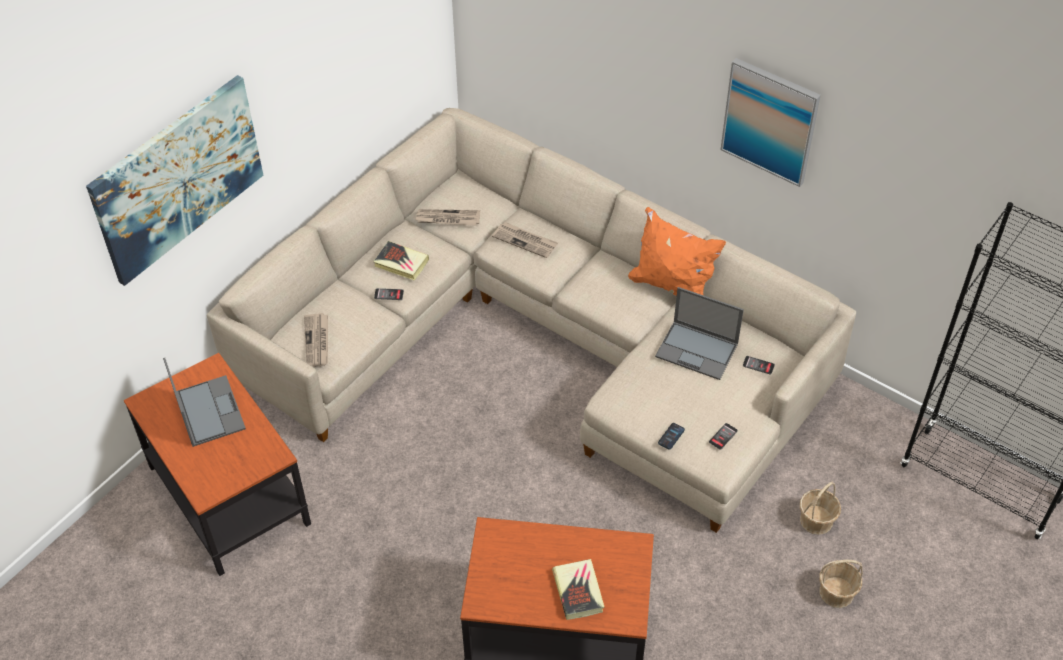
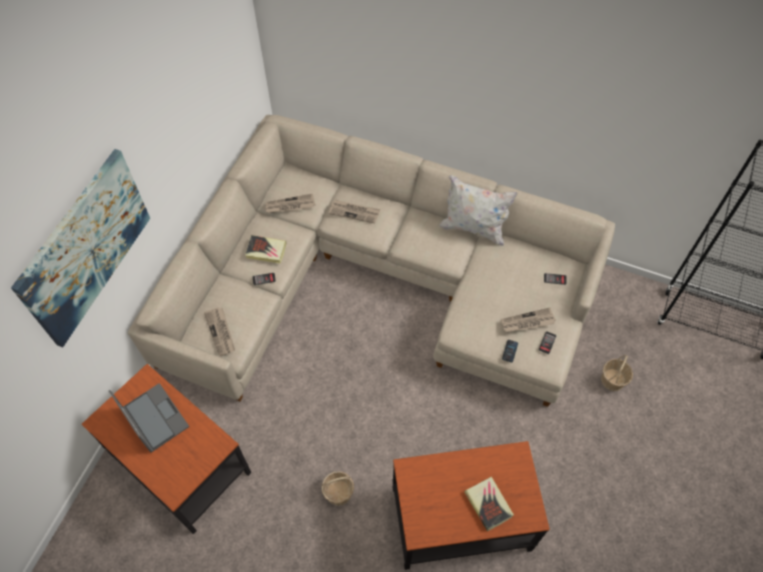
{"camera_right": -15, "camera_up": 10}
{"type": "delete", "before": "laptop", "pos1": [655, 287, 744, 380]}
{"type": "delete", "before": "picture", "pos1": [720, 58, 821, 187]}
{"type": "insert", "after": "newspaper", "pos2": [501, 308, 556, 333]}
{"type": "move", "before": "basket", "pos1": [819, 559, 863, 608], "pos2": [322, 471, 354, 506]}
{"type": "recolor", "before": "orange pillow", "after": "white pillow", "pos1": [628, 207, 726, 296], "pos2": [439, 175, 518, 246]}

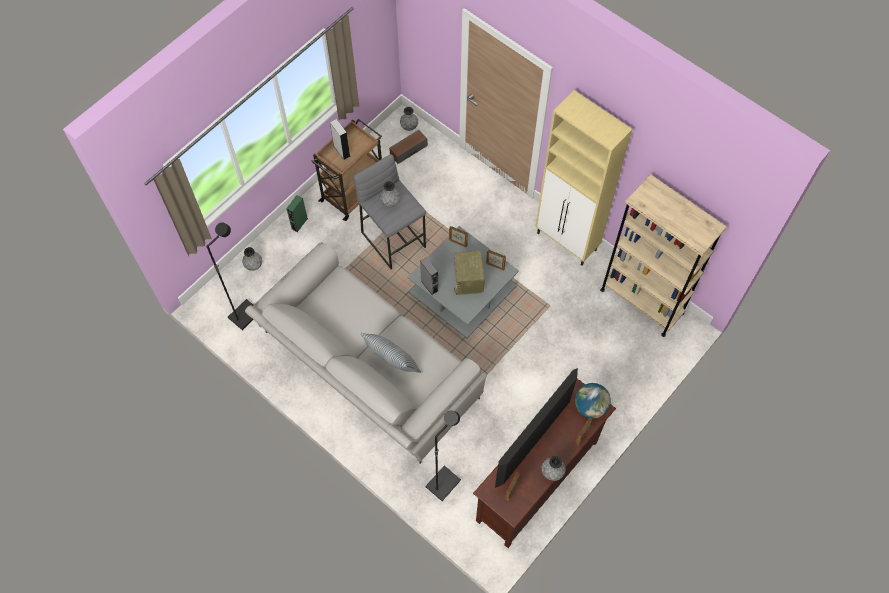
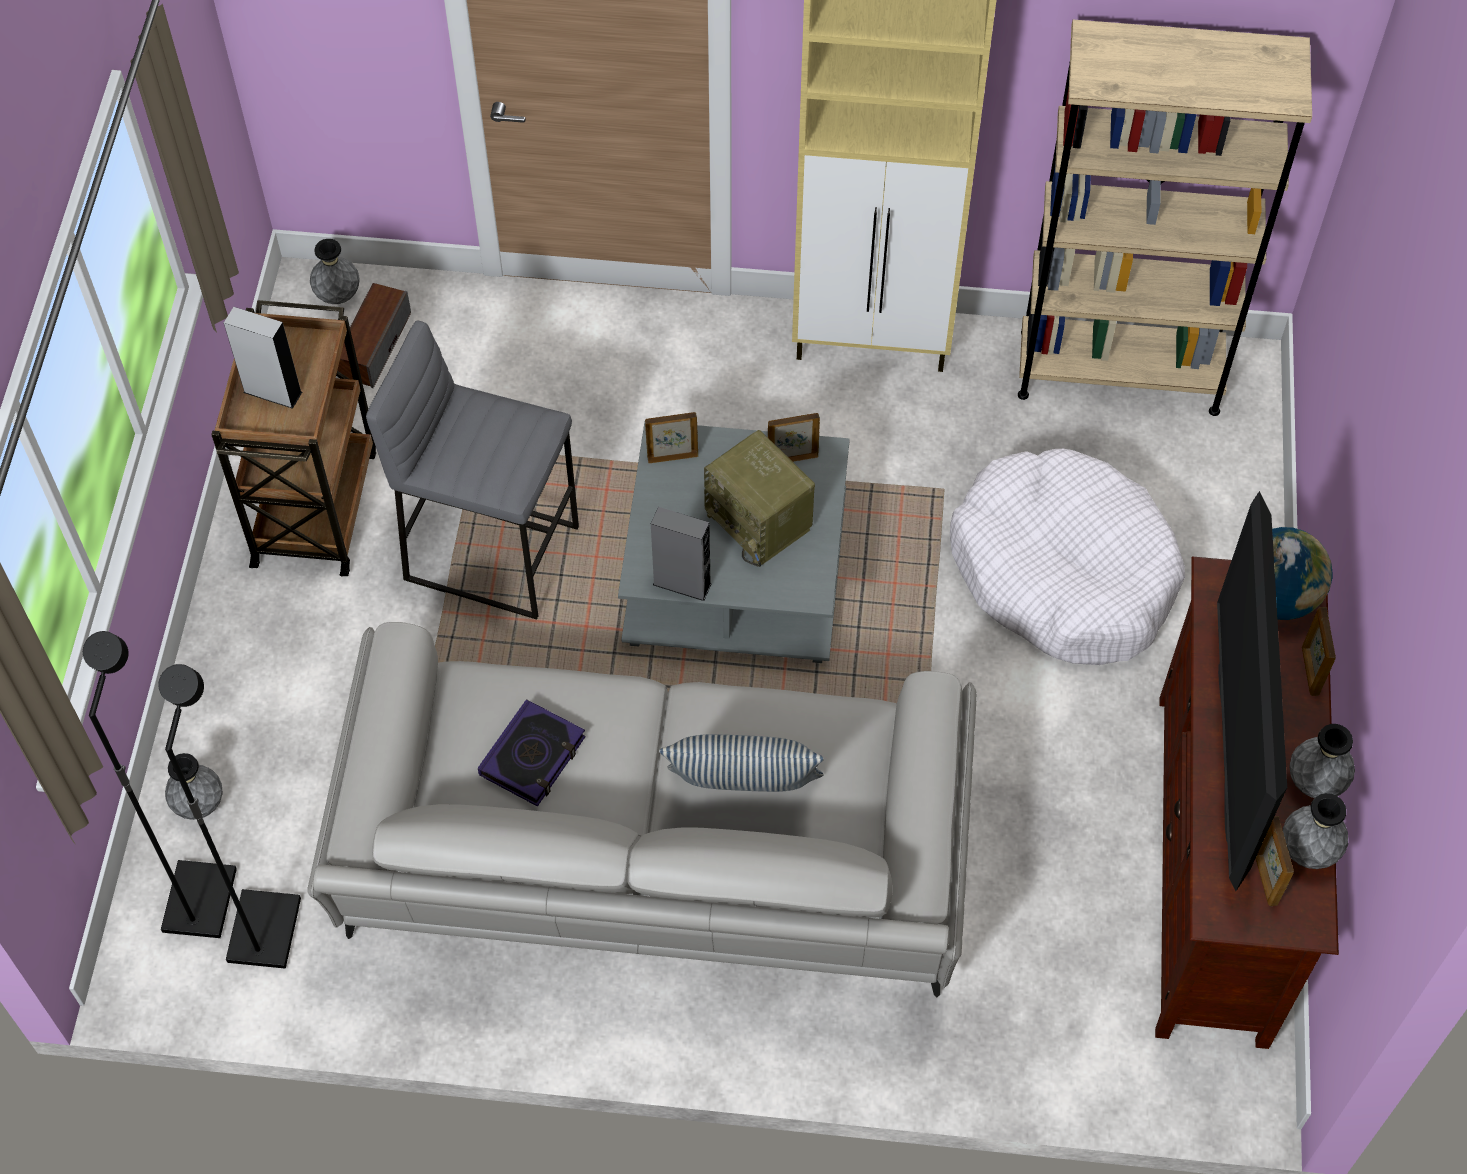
{"camera_right": -35, "camera_up": -5}
{"type": "delete", "before": "green speaker", "pos1": [286, 195, 308, 232]}
{"type": "insert", "after": "book", "pos2": [478, 699, 586, 807]}
{"type": "insert", "after": "white dog bed", "pos2": [950, 449, 1185, 665]}
{"type": "move", "before": "grey vase", "pos1": [380, 181, 400, 207], "pos2": [1282, 793, 1348, 869]}
{"type": "move", "before": "black floor lamp", "pos1": [425, 411, 461, 501], "pos2": [83, 631, 237, 938]}

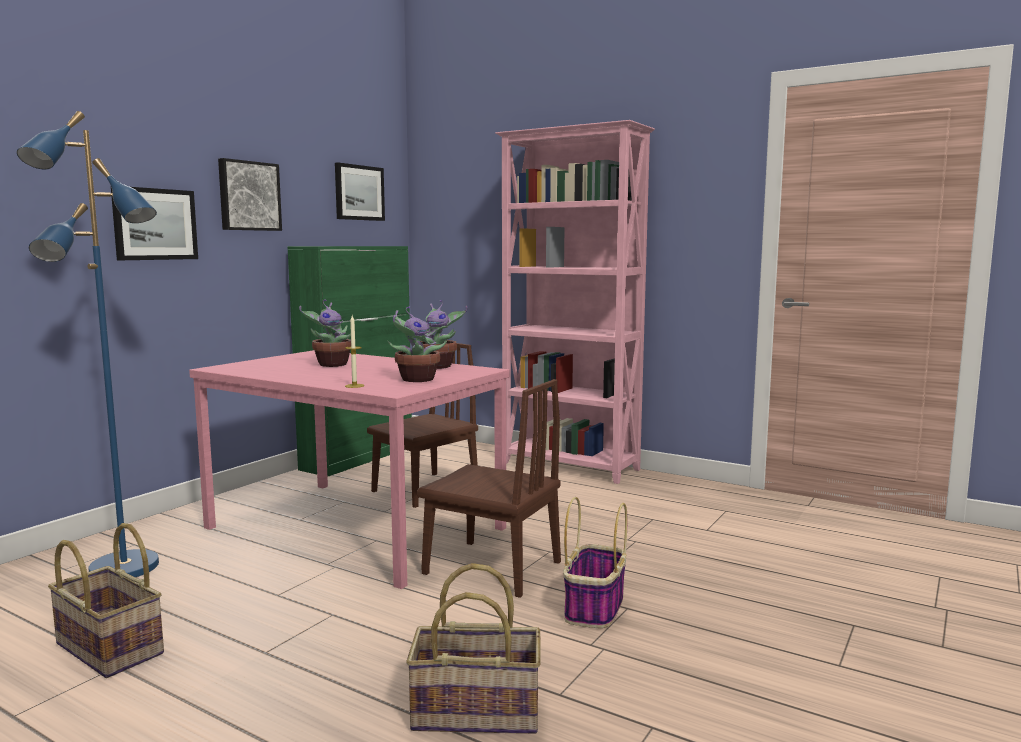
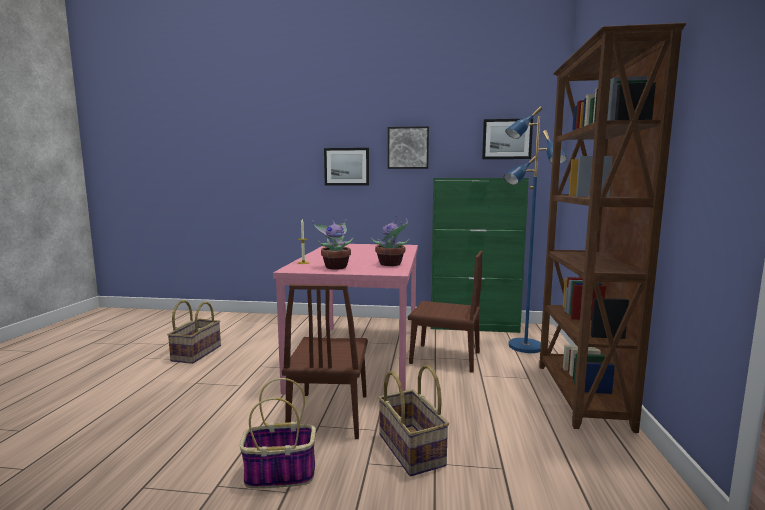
{"camera_right": 65, "camera_up": 0}
{"type": "delete", "before": "potted plant", "pos1": [299, 299, 351, 367]}
{"type": "move", "before": "blue floor lamp", "pos1": [17, 111, 159, 577], "pos2": [504, 106, 567, 353]}
{"type": "move", "before": "basket", "pos1": [406, 563, 541, 734], "pos2": [378, 365, 449, 476]}
{"type": "recolor", "before": "pink bookcase", "after": "brown bookcase", "pos1": [496, 120, 655, 484], "pos2": [539, 23, 686, 433]}

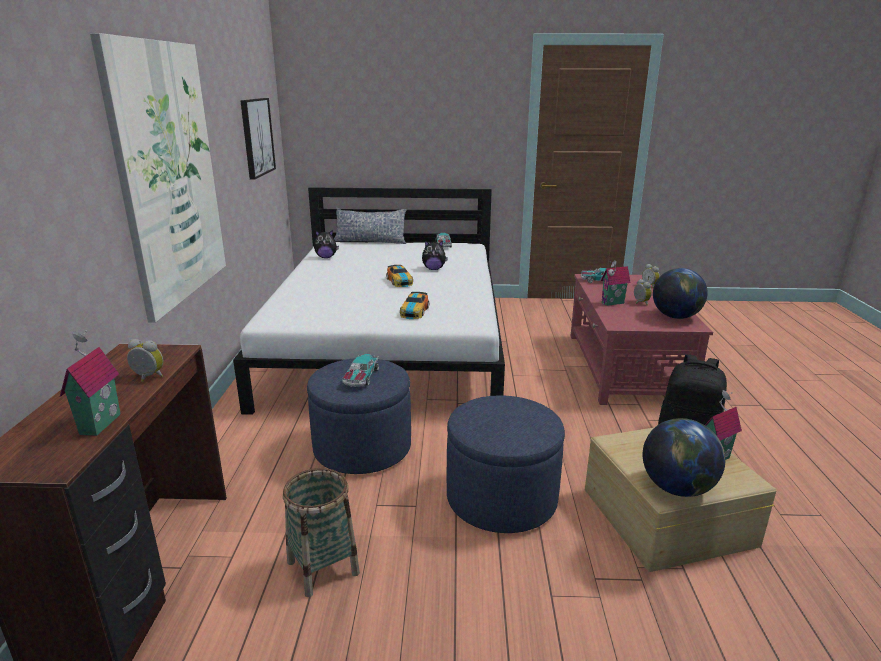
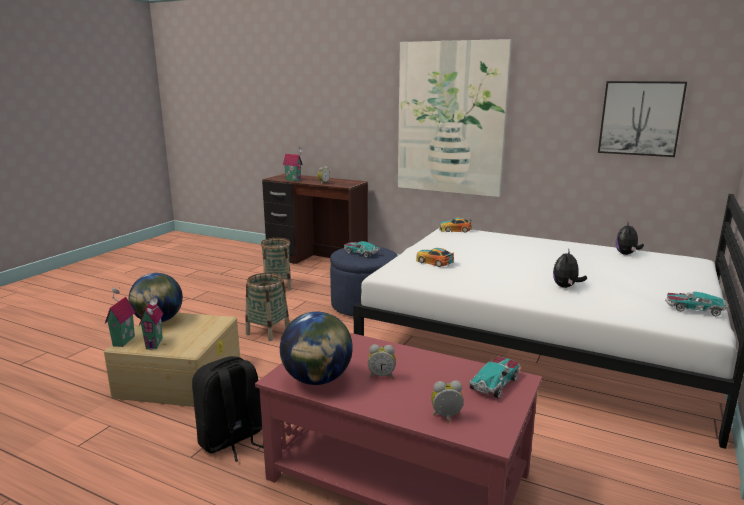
{"camera_right": 115, "camera_up": -5}
{"type": "delete", "before": "pillow", "pos1": [334, 208, 406, 244]}
{"type": "move", "before": "toy car", "pos1": [386, 265, 413, 287], "pos2": [439, 218, 472, 233]}
{"type": "move", "before": "toy house", "pos1": [601, 260, 630, 306], "pos2": [105, 287, 136, 347]}
{"type": "replace", "before": "blue ottoman", "after": "basket", "pos1": [447, 395, 565, 533], "pos2": [245, 273, 289, 341]}

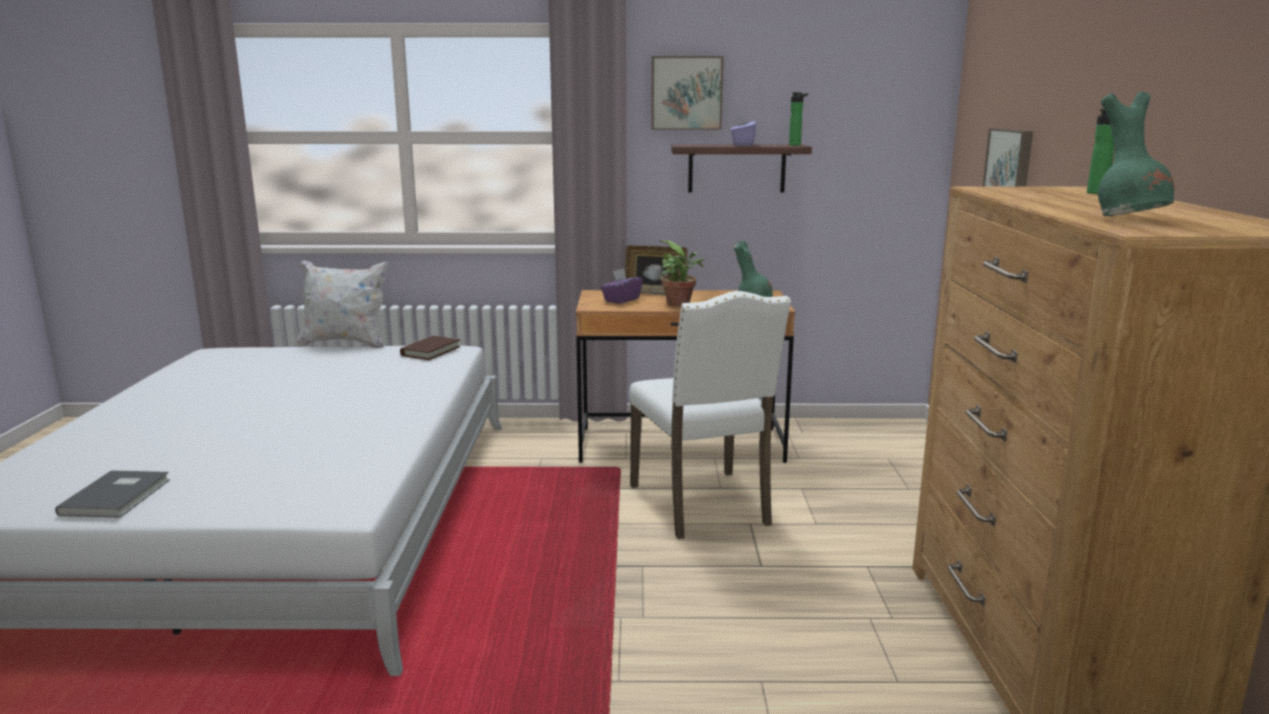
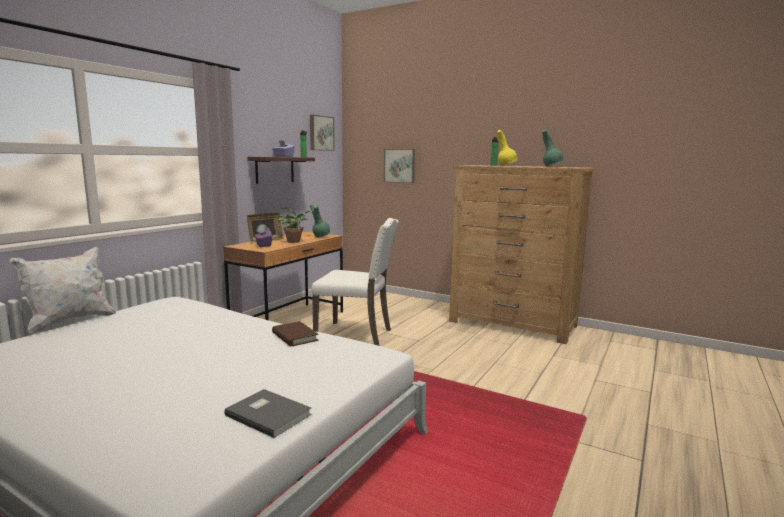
{"camera_right": -60, "camera_up": -5}
{"type": "insert", "after": "yellow vase", "pos2": [497, 130, 517, 166]}
{"type": "move", "before": "brown book", "pos1": [400, 336, 460, 360], "pos2": [272, 321, 318, 347]}
{"type": "move", "before": "picture", "pos1": [651, 56, 724, 130], "pos2": [310, 115, 335, 151]}

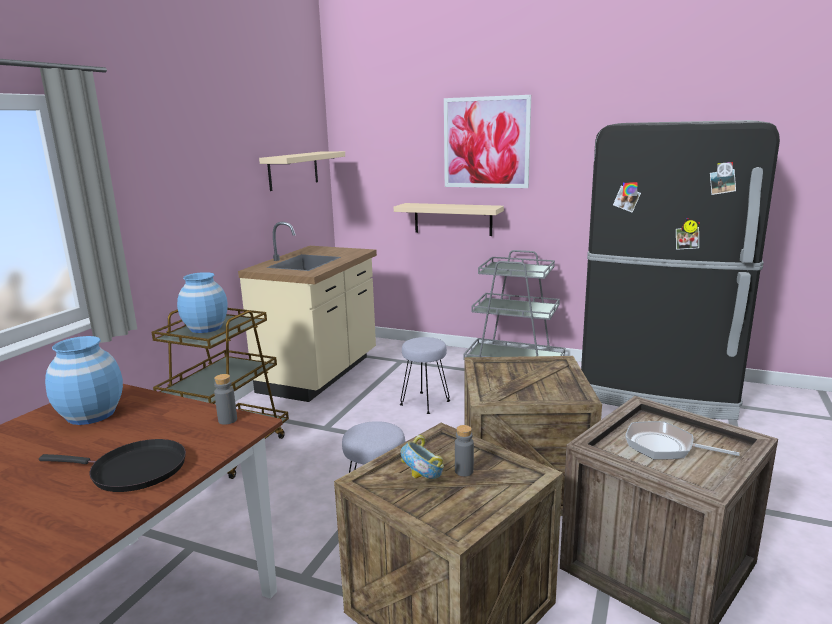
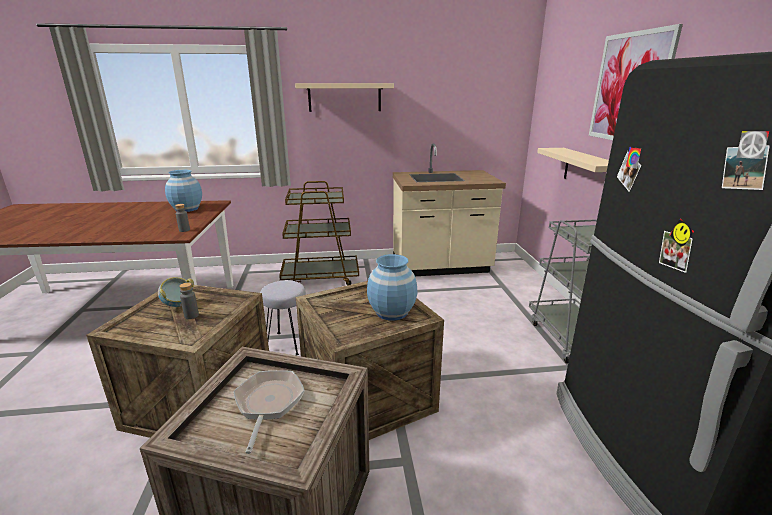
{"camera_right": 60, "camera_up": 5}
{"type": "delete", "before": "black frying pan", "pos1": [39, 439, 186, 492]}
{"type": "delete", "before": "grey stool", "pos1": [400, 337, 450, 414]}
{"type": "move", "before": "blue vase", "pos1": [177, 272, 227, 333], "pos2": [367, 254, 417, 320]}
{"type": "move", "before": "beige shelf", "pos1": [259, 151, 345, 191], "pos2": [295, 83, 394, 112]}

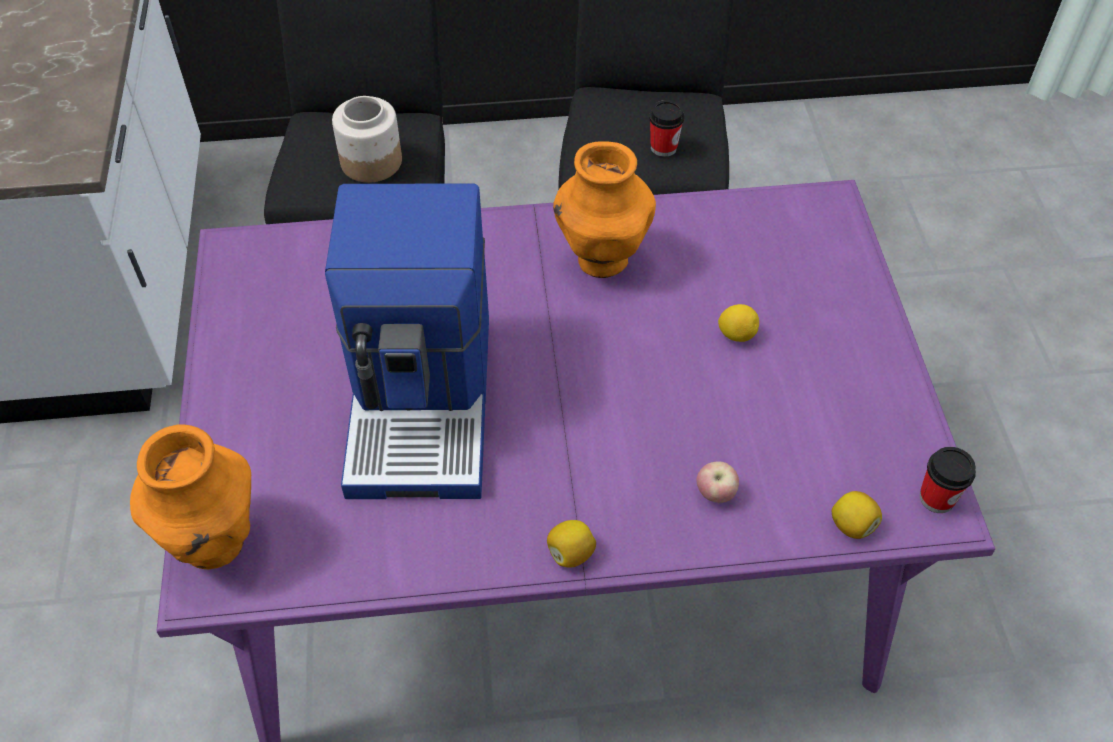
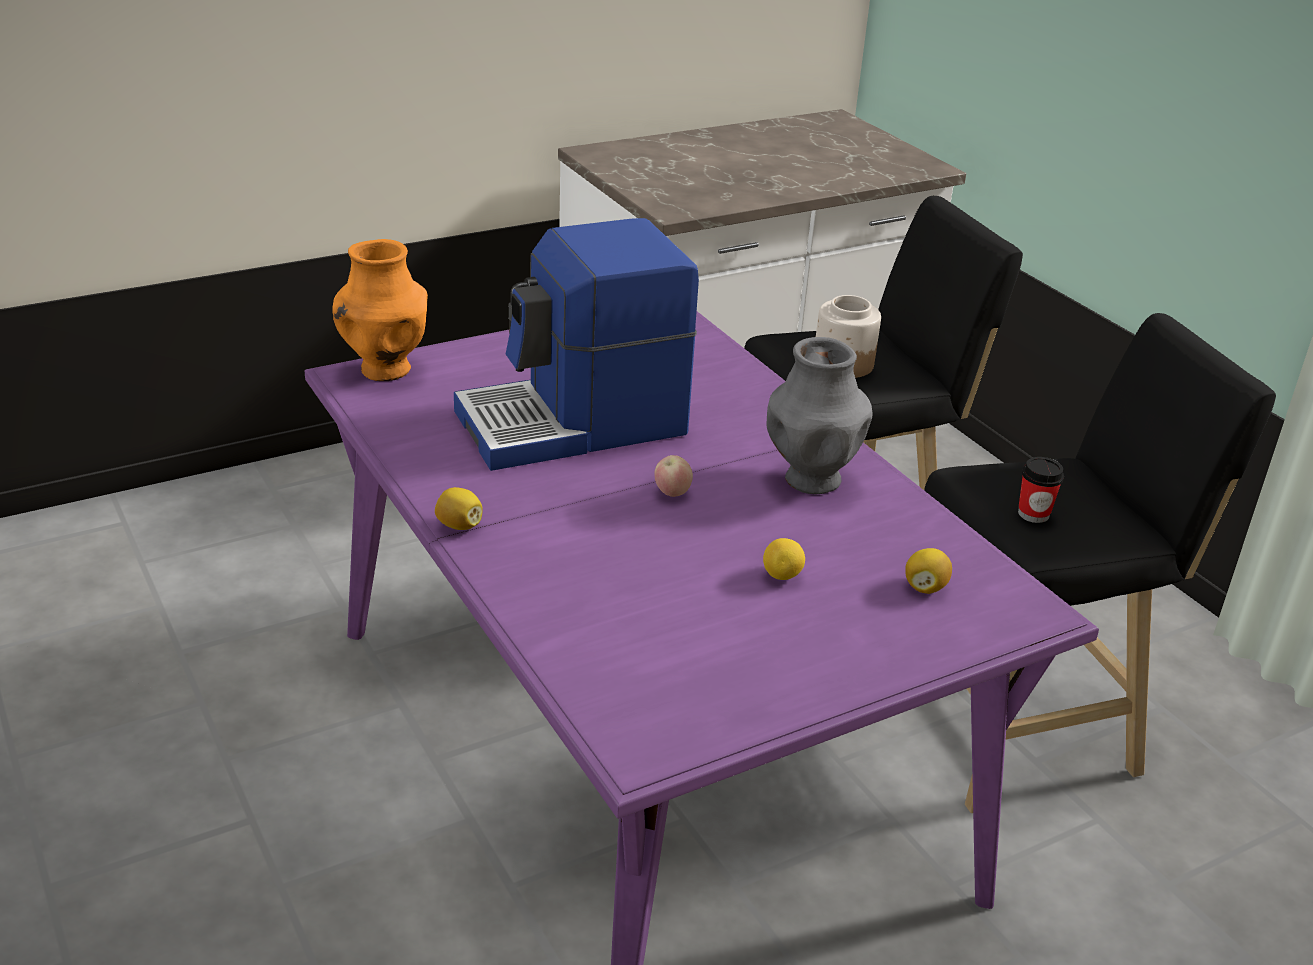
{"camera_right": 65, "camera_up": -20}
{"type": "delete", "before": "cup", "pos1": [920, 447, 976, 513]}
{"type": "move", "before": "apple", "pos1": [696, 462, 739, 503], "pos2": [654, 455, 693, 497]}
{"type": "move", "before": "lemon", "pos1": [832, 491, 882, 539], "pos2": [905, 548, 952, 594]}
{"type": "recolor", "before": "orange vase", "after": "grey vase", "pos1": [553, 141, 656, 278], "pos2": [767, 337, 873, 495]}

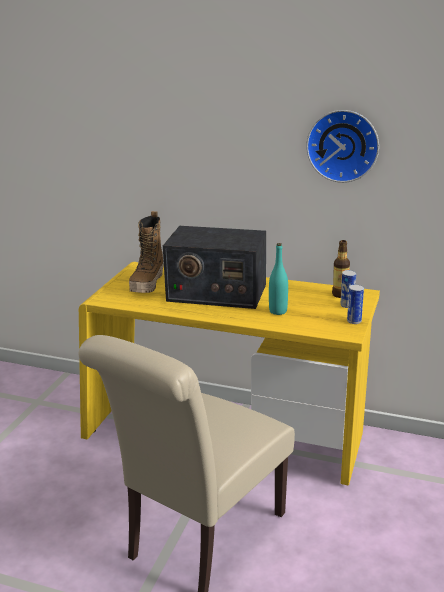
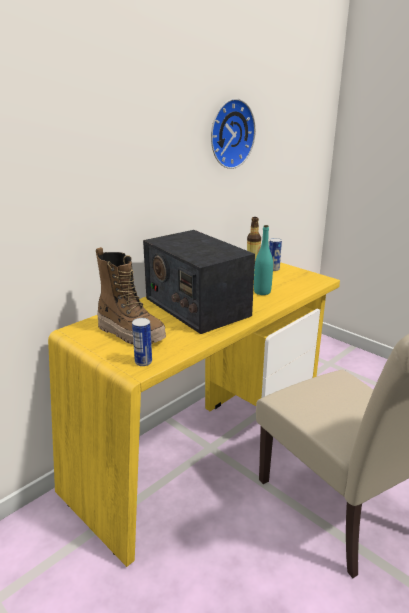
{"camera_right": -65, "camera_up": 0}
{"type": "move", "before": "can", "pos1": [347, 284, 364, 324], "pos2": [132, 318, 152, 366]}
{"type": "rotate", "before": "radio", "pos1": [163, 226, 266, 309], "pos2": [143, 230, 255, 334], "turn": 105}

